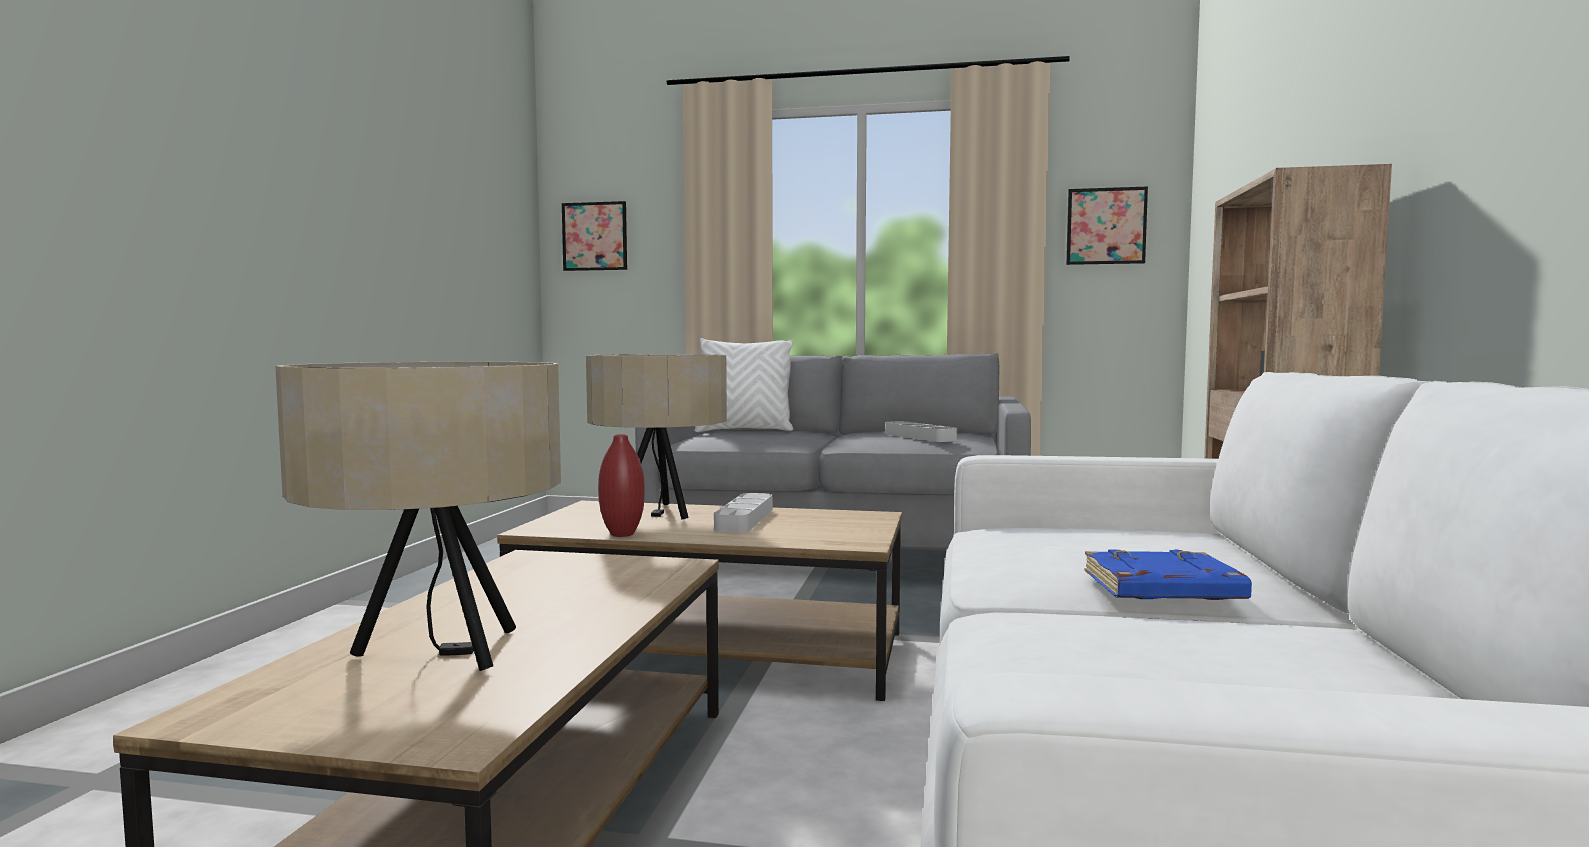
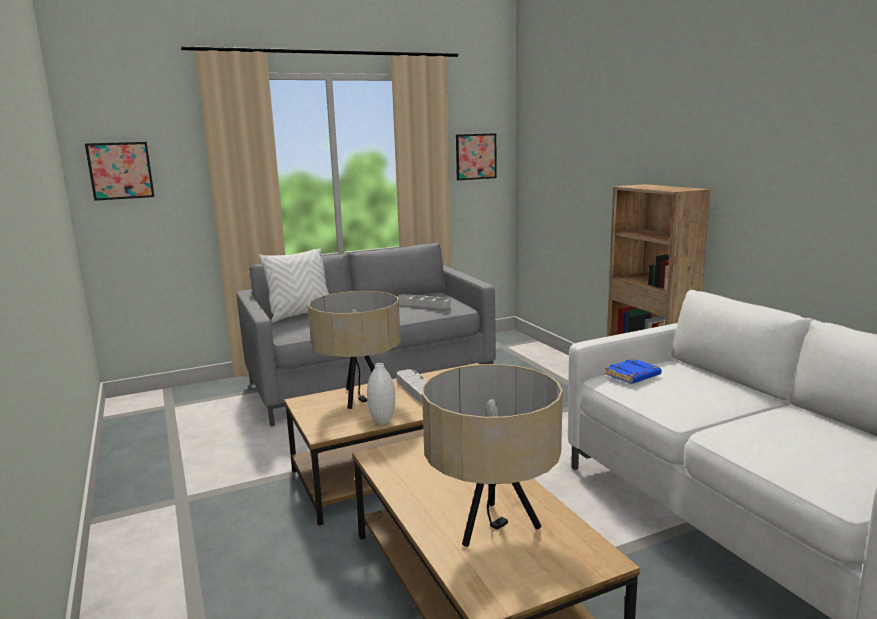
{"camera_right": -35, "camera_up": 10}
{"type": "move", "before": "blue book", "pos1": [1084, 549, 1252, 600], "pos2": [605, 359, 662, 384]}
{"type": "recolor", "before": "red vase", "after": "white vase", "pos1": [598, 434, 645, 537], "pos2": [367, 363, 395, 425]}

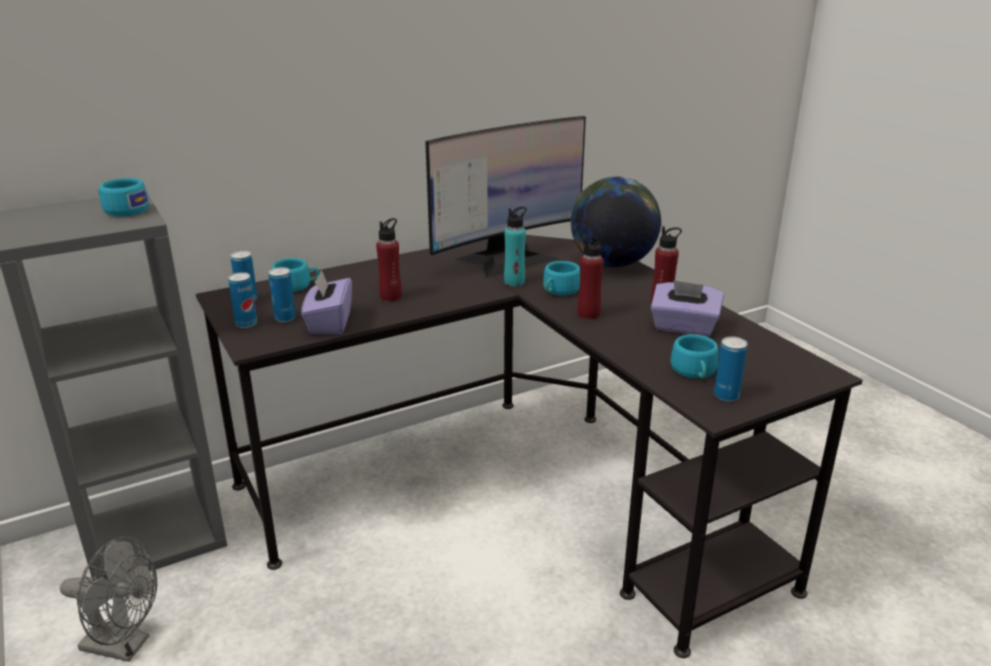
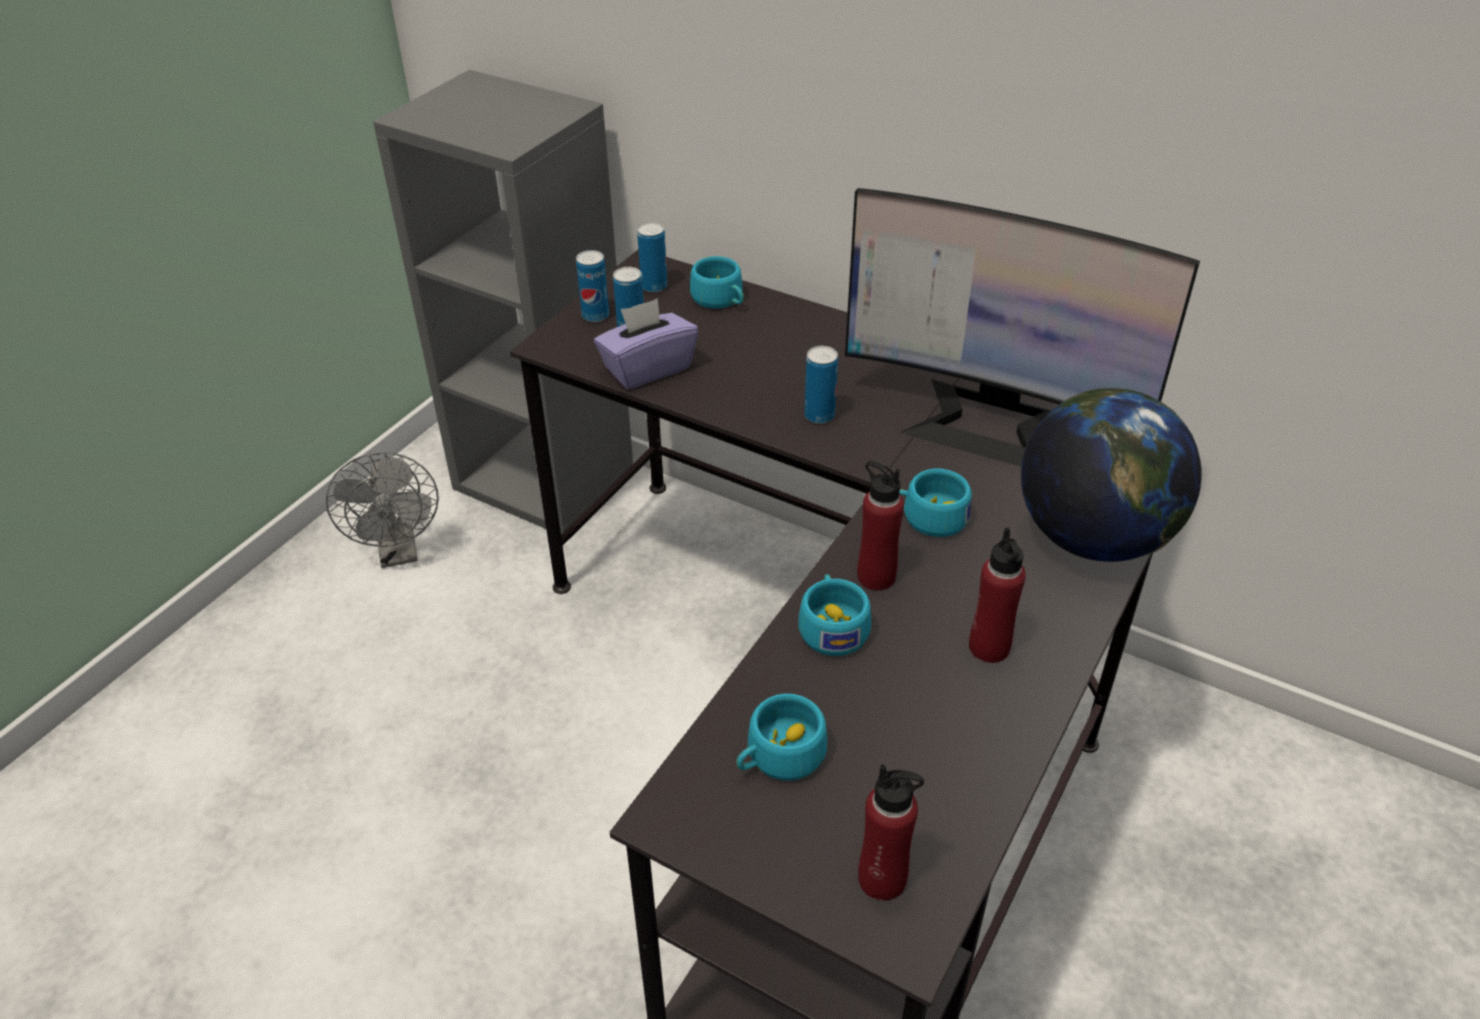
{"camera_right": 60, "camera_up": 15}
{"type": "delete", "before": "turquoise bottle", "pos1": [504, 207, 527, 286]}
{"type": "delete", "before": "purple tissue box", "pos1": [651, 280, 724, 336]}
{"type": "move", "before": "turquoise cup", "pos1": [98, 178, 149, 216], "pos2": [798, 574, 871, 656]}
{"type": "move", "before": "red bottle", "pos1": [376, 218, 402, 302], "pos2": [858, 764, 924, 901]}
{"type": "move", "before": "can", "pos1": [714, 337, 747, 402], "pos2": [804, 346, 838, 424]}

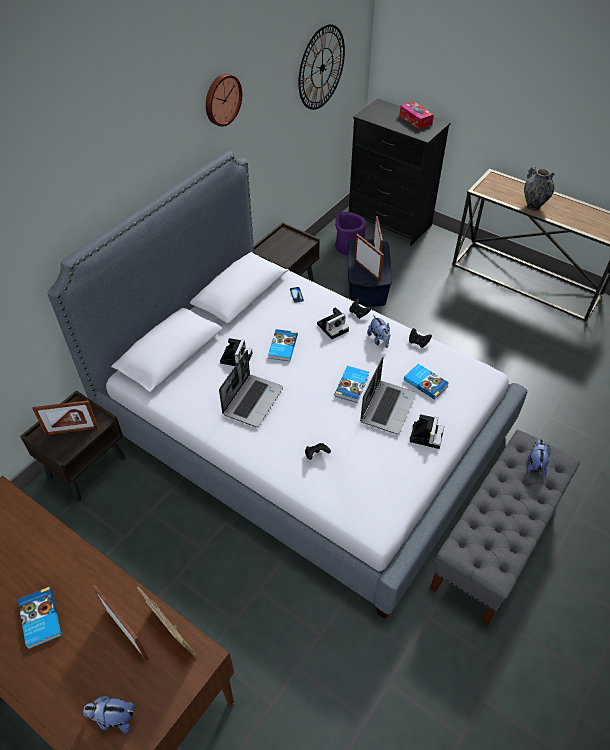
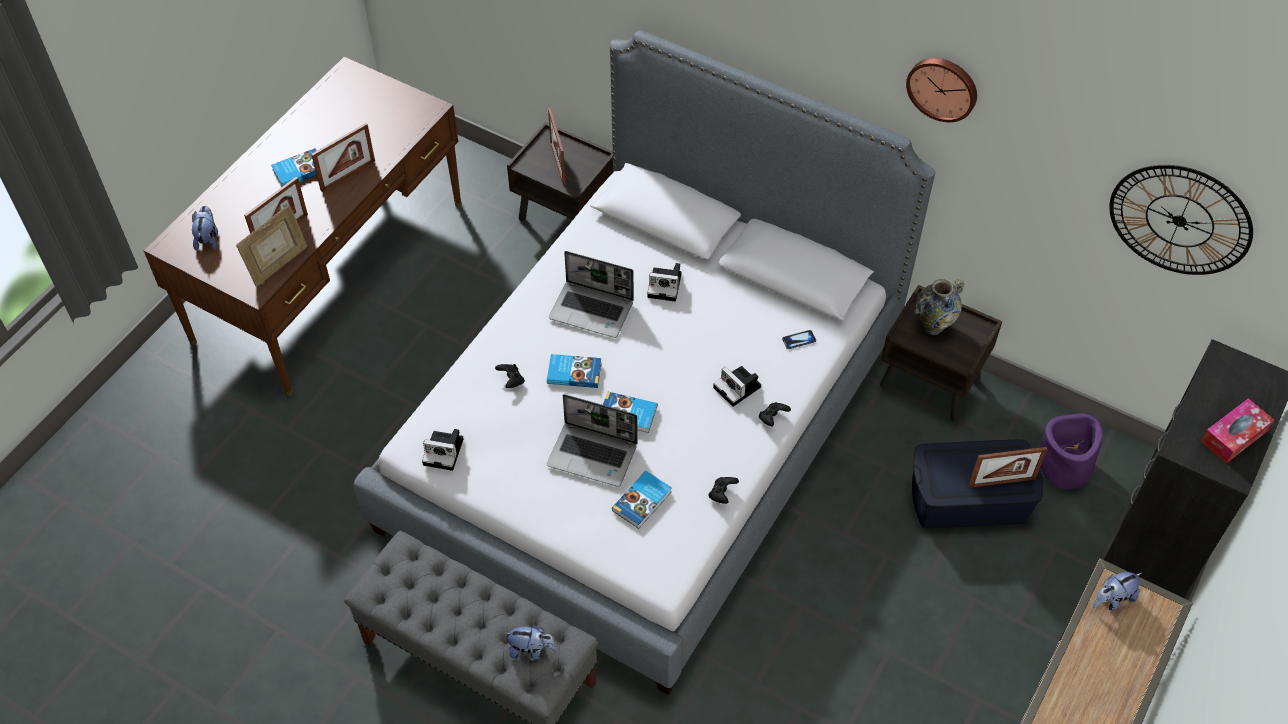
{"camera_right": 85, "camera_up": 5}
{"type": "move", "before": "book", "pos1": [268, 329, 298, 362], "pos2": [547, 354, 602, 388]}
{"type": "move", "before": "picture frame", "pos1": [355, 234, 384, 281], "pos2": [311, 123, 375, 192]}
{"type": "move", "before": "plush toy", "pos1": [367, 315, 390, 348], "pos2": [1093, 572, 1142, 610]}
{"type": "move", "before": "photo camera", "pos1": [409, 414, 444, 449], "pos2": [422, 429, 464, 471]}
{"type": "move", "before": "vase", "pos1": [524, 167, 555, 211], "pos2": [914, 279, 964, 335]}

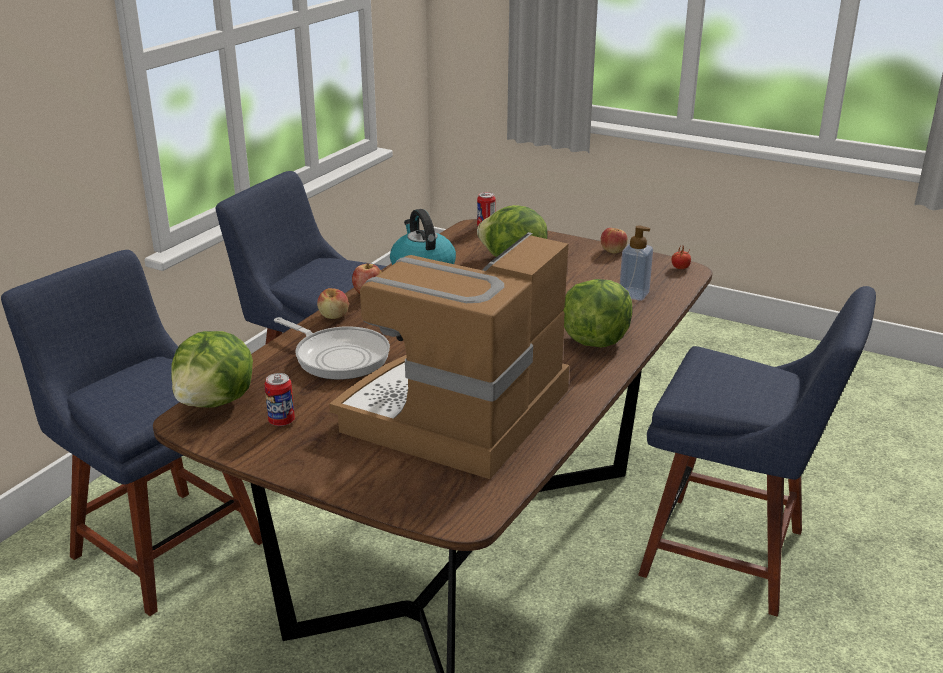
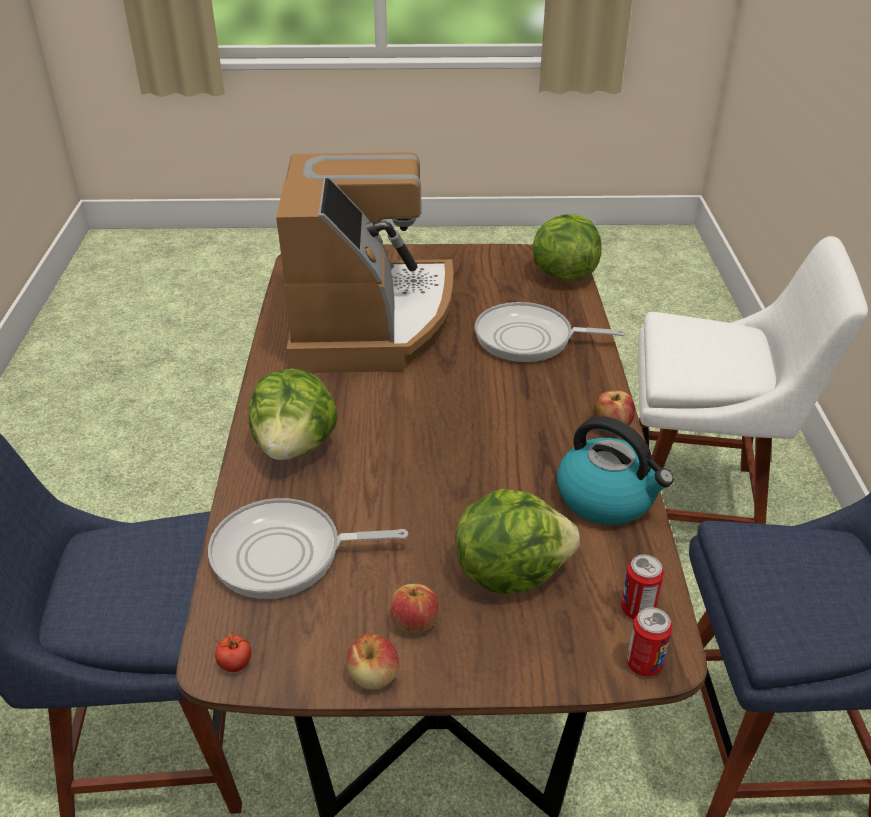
{"camera_right": 150, "camera_up": 10}
{"type": "move", "before": "can", "pos1": [264, 373, 295, 426], "pos2": [621, 555, 664, 619]}
{"type": "move", "before": "apple", "pos1": [317, 288, 349, 319], "pos2": [389, 584, 439, 633]}
{"type": "replace", "before": "soap dispenser", "after": "frying pan", "pos1": [620, 225, 653, 301], "pos2": [208, 498, 408, 599]}
{"type": "recolor", "before": "blue chair", "after": "white chair", "pos1": [1, 250, 262, 616], "pos2": [638, 236, 868, 524]}

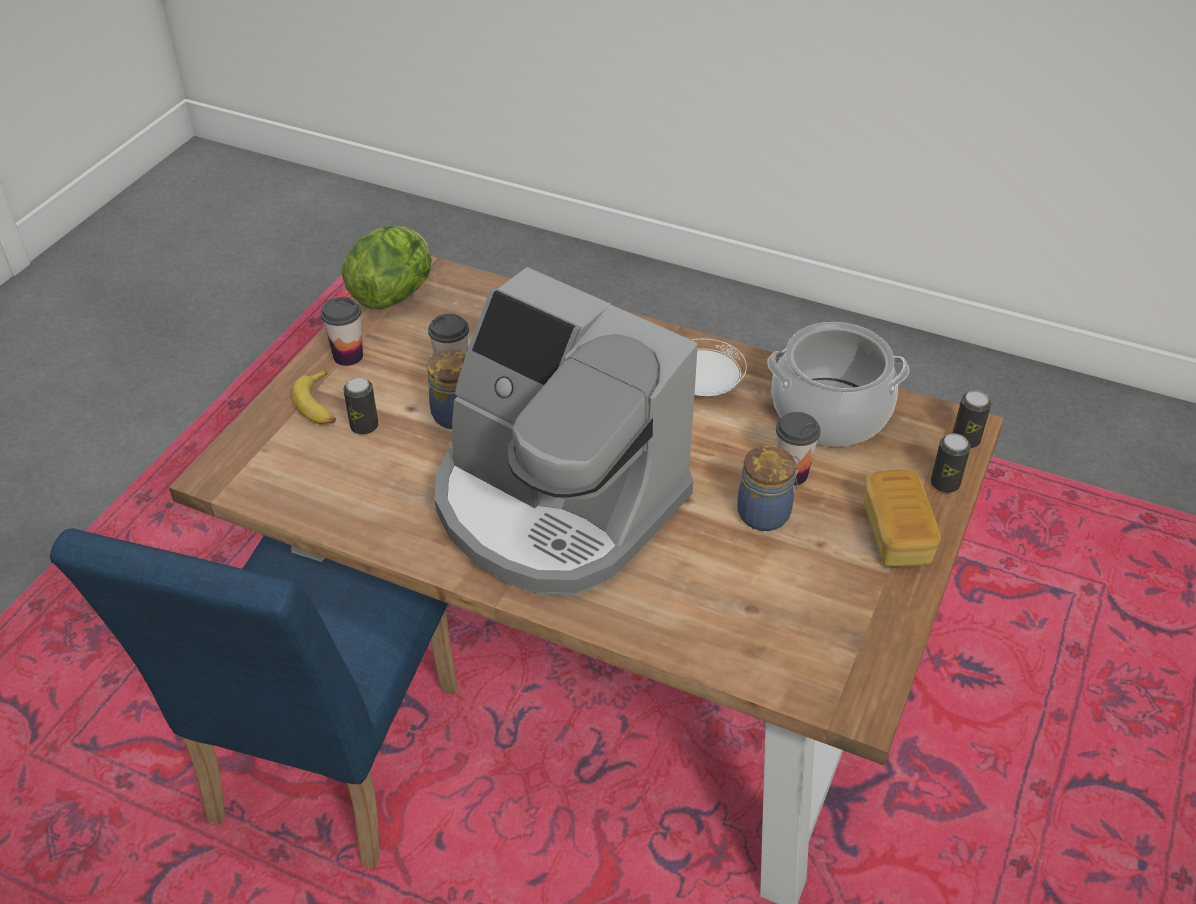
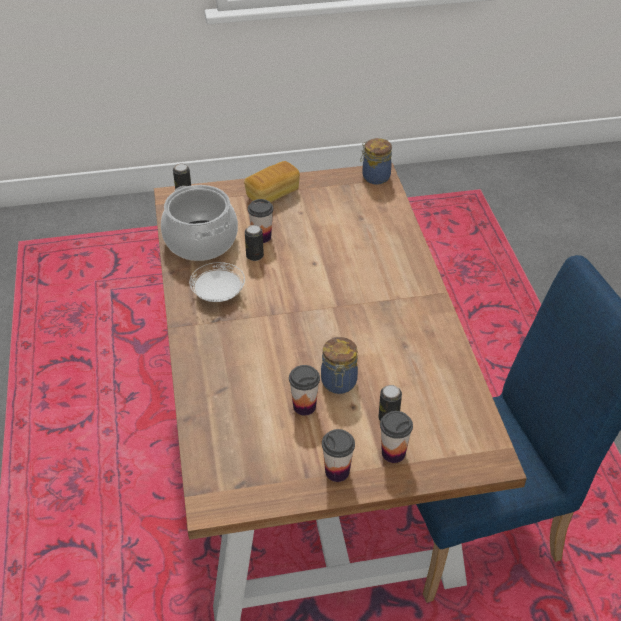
{"camera_right": -125, "camera_up": 0}
{"type": "delete", "before": "lettuce", "pos1": [341, 225, 432, 309]}
{"type": "delete", "before": "coffee machine", "pos1": [435, 267, 698, 595]}
{"type": "move", "before": "jar", "pos1": [737, 446, 800, 531], "pos2": [360, 138, 392, 185]}
{"type": "move", "before": "can", "pos1": [930, 434, 971, 493], "pos2": [245, 225, 264, 261]}
{"type": "replace", "before": "banana", "after": "cup", "pos1": [292, 369, 336, 425], "pos2": [380, 411, 413, 463]}

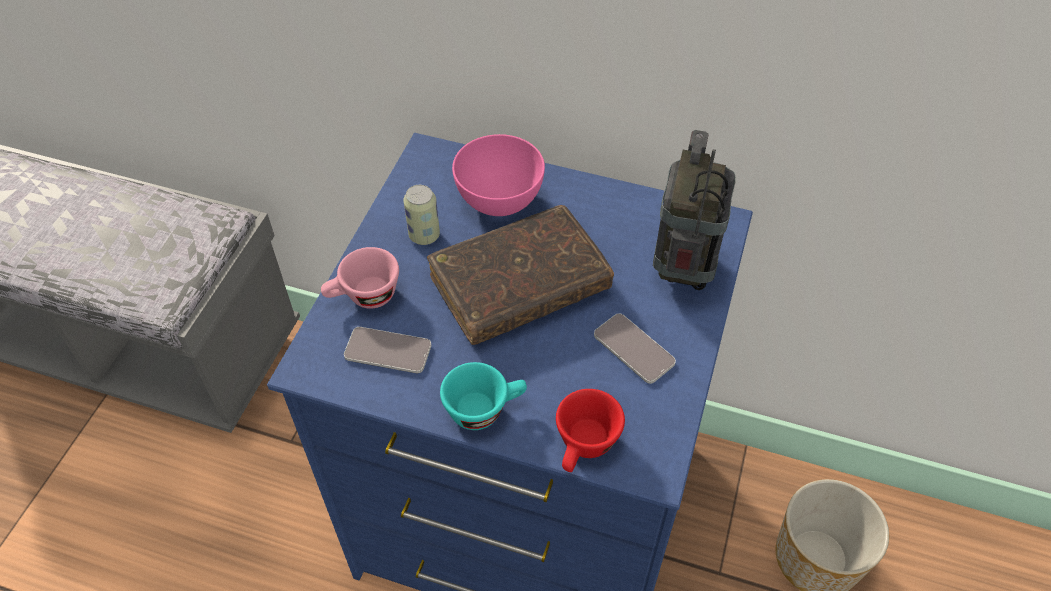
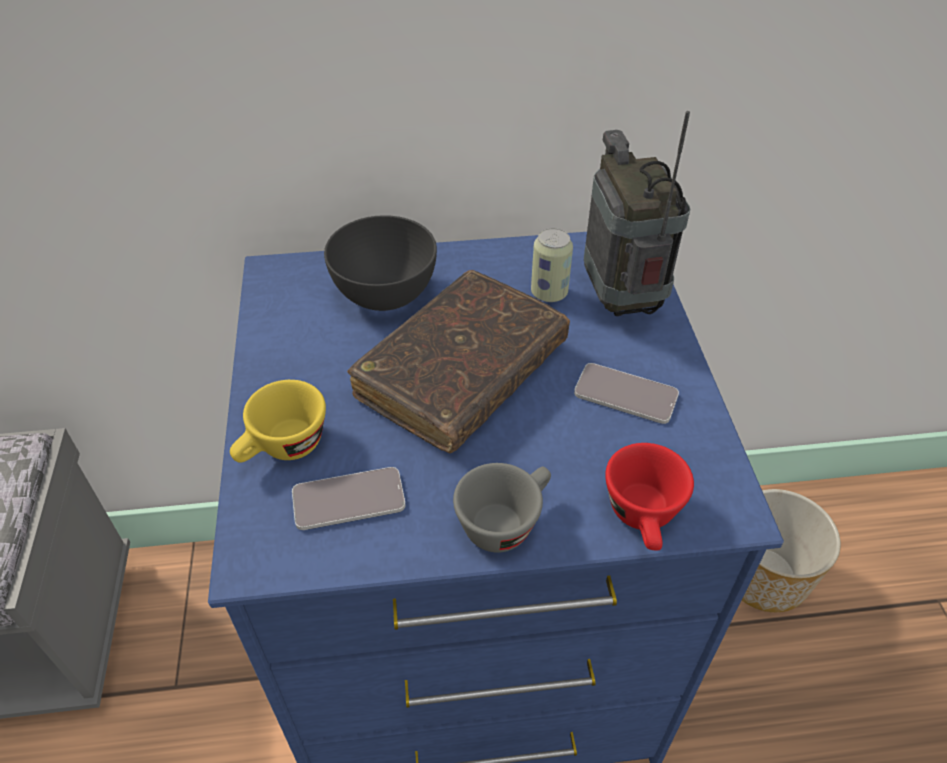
{"camera_right": -25, "camera_up": -5}
{"type": "move", "before": "can", "pos1": [403, 185, 440, 245], "pos2": [531, 228, 573, 302]}
{"type": "recolor", "before": "pink cup", "after": "yellow cup", "pos1": [321, 247, 399, 309], "pos2": [230, 380, 326, 463]}
{"type": "recolor", "before": "turquoise cup", "after": "grey cup", "pos1": [440, 362, 527, 430], "pos2": [453, 463, 551, 553]}
{"type": "recolor", "before": "pink bowl", "after": "grey bowl", "pos1": [452, 134, 545, 216], "pos2": [324, 215, 437, 311]}

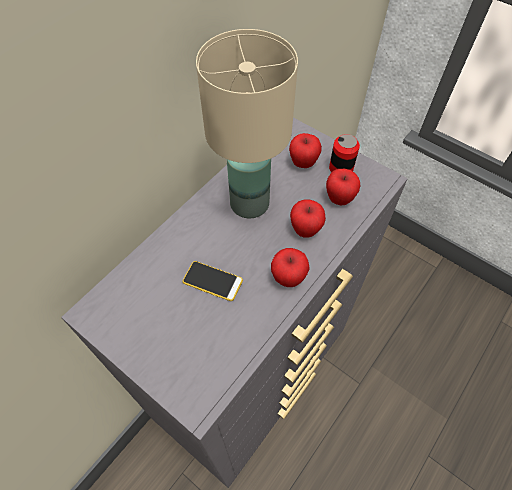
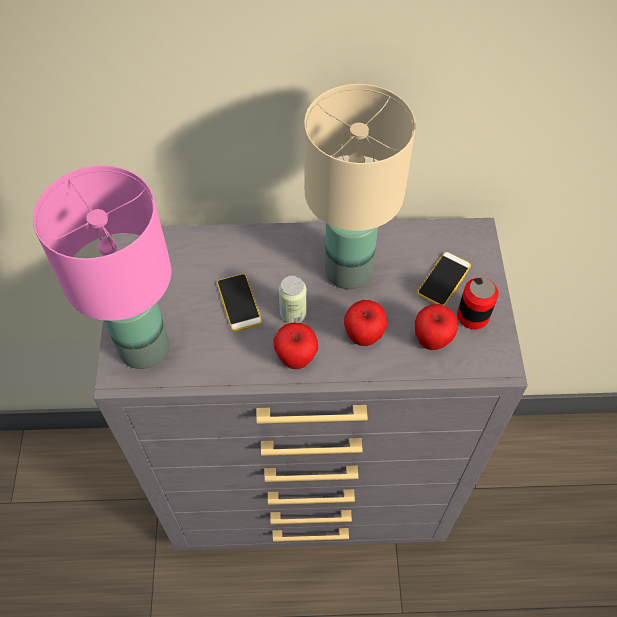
{"camera_right": 50, "camera_up": 0}
{"type": "insert", "after": "pink table lamp", "pos2": [33, 165, 171, 369]}
{"type": "insert", "after": "can", "pos2": [279, 276, 307, 323]}
{"type": "replace", "before": "apple", "after": "phone", "pos1": [289, 133, 322, 168], "pos2": [417, 252, 471, 306]}

